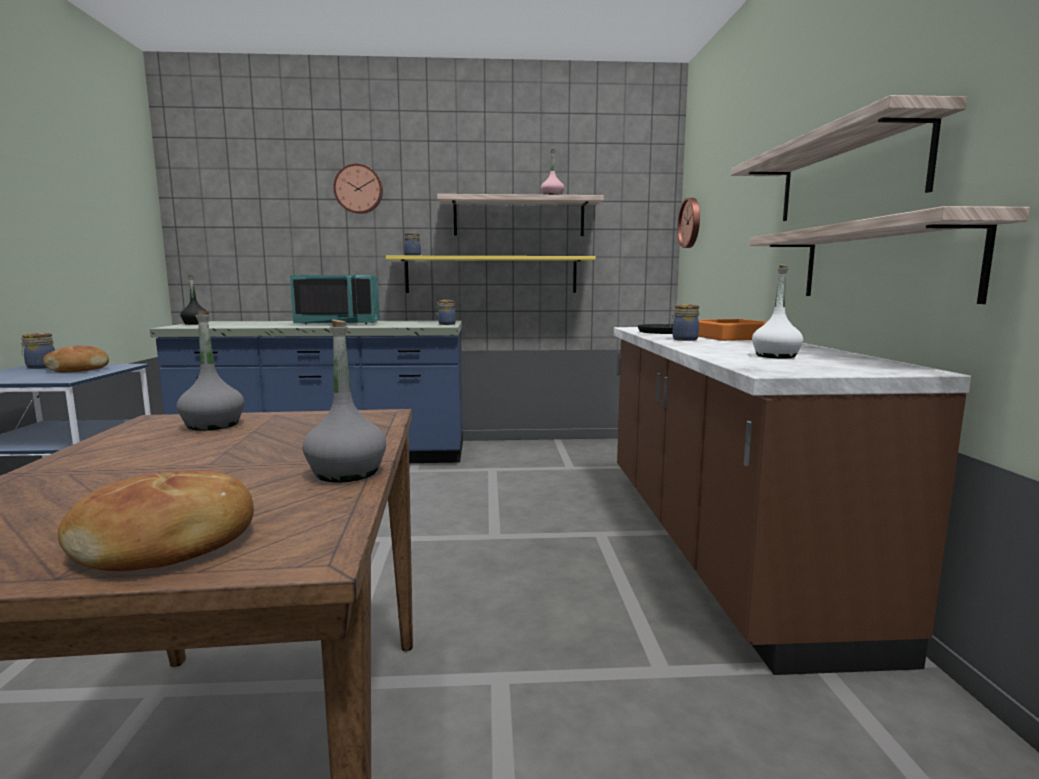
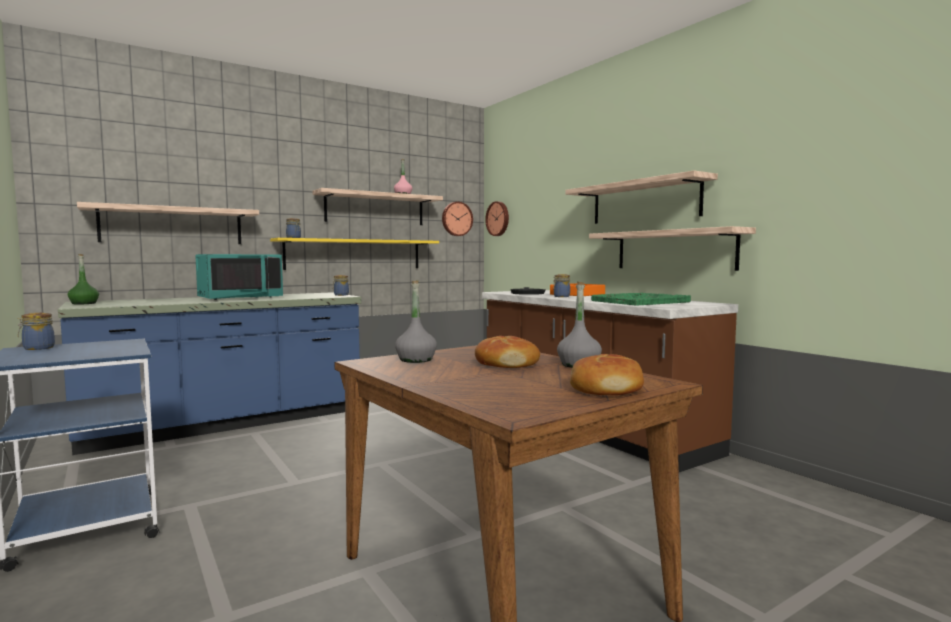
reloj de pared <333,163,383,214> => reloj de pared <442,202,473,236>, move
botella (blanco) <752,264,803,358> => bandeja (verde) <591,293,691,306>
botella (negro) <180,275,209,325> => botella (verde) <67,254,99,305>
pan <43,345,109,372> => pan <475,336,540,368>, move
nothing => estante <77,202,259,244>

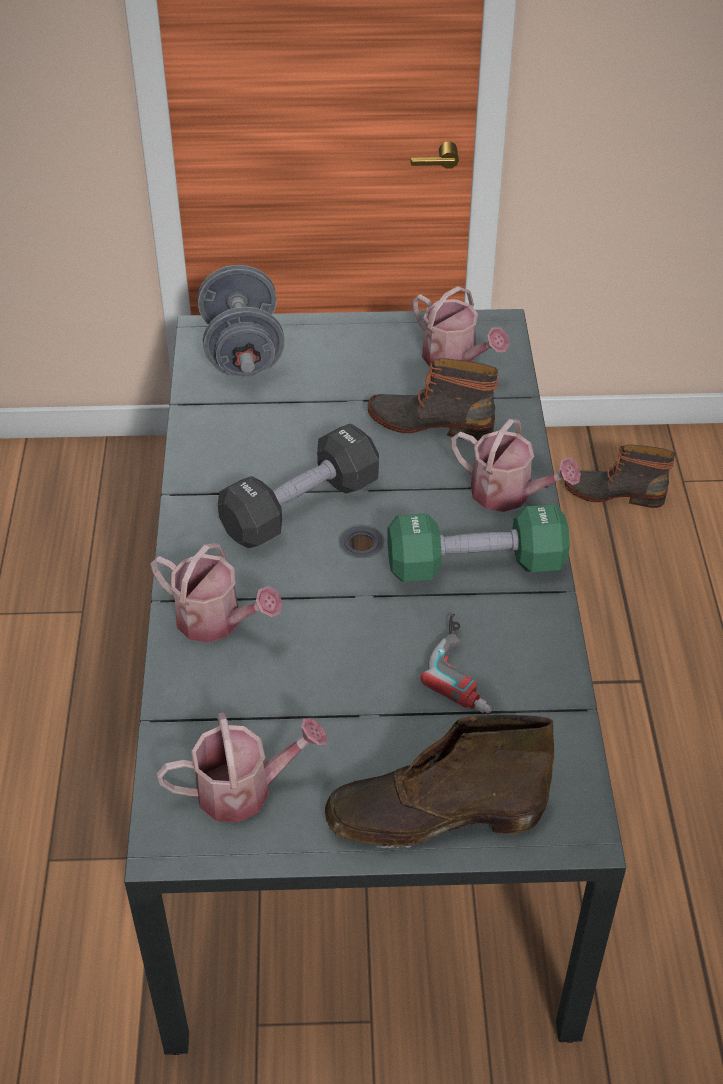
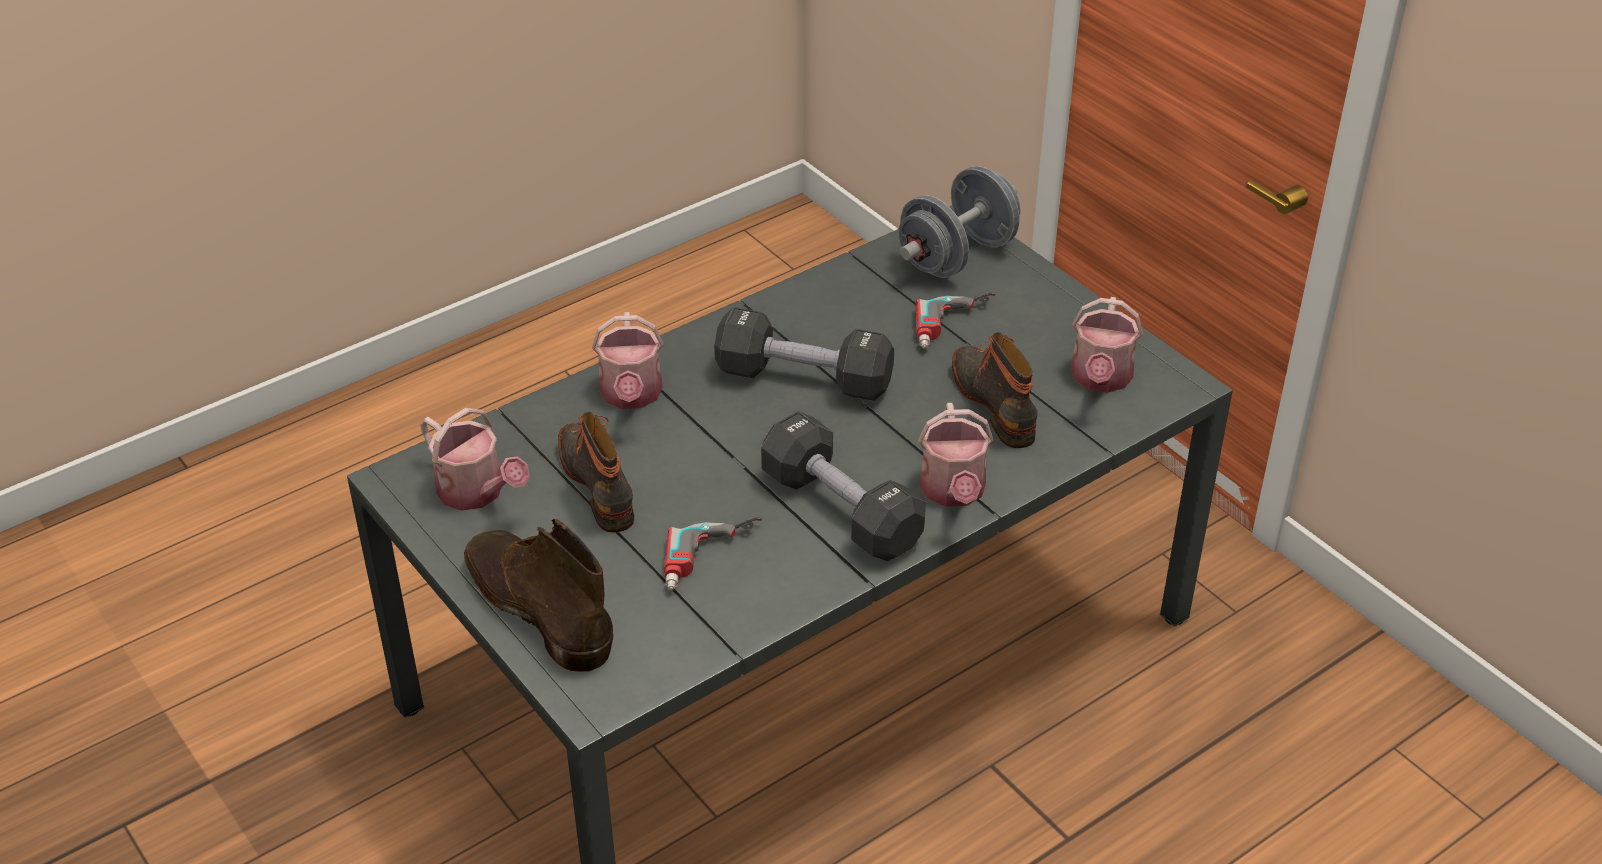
bota <565,444,675,508> => bota <558,412,634,533>, move
mancuerna (verde) <387,504,570,582> => mancuerna (negro) <761,411,926,561>
nothing => taladro <916,293,996,349>

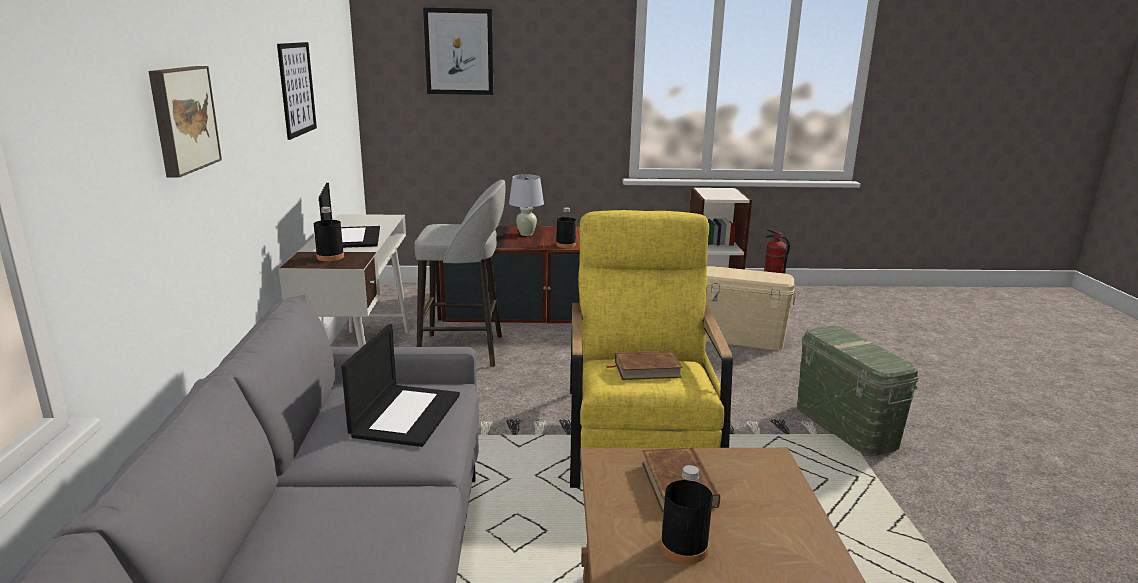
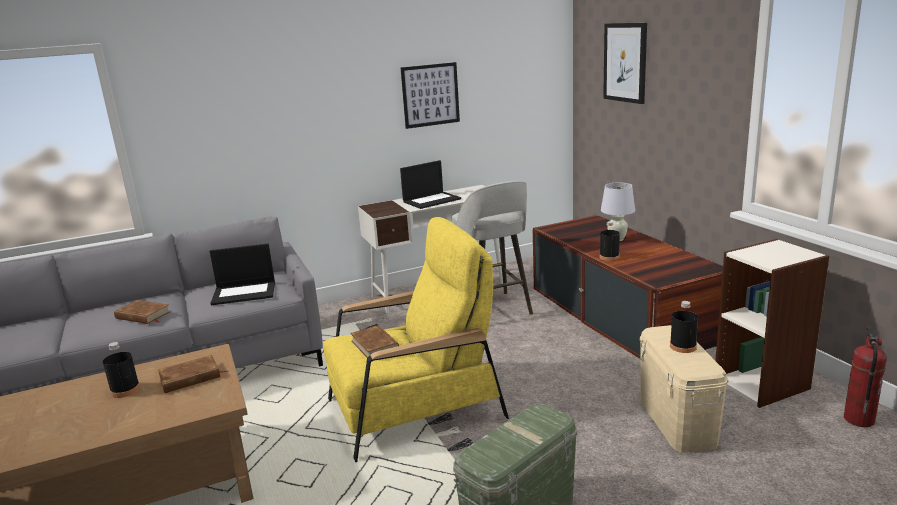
cuadro <148,66,222,178> => nothing
botella (negro) <314,207,344,261> => botella (negro) <670,301,698,353>, move
nothing => libro (marrón) <114,300,170,324>

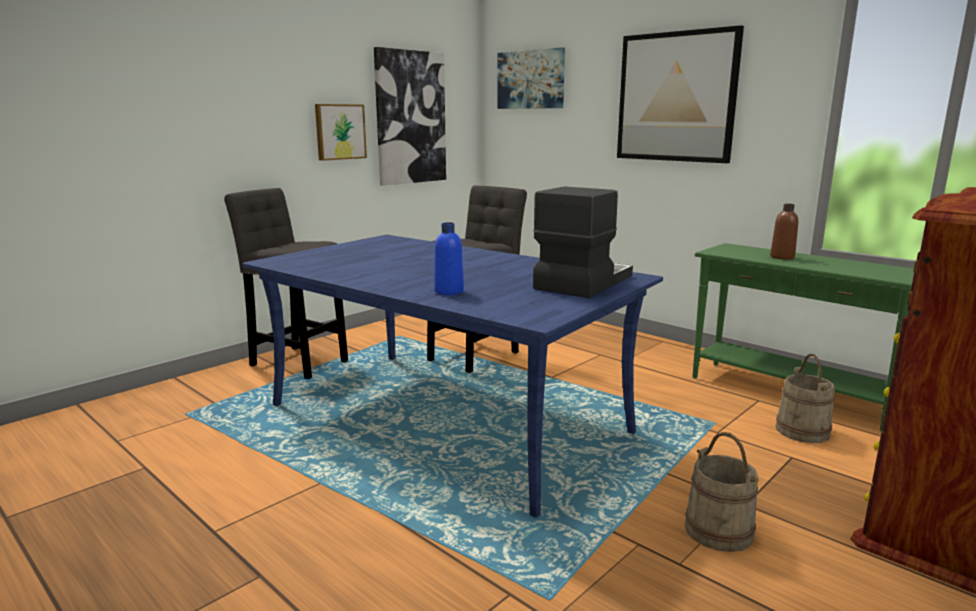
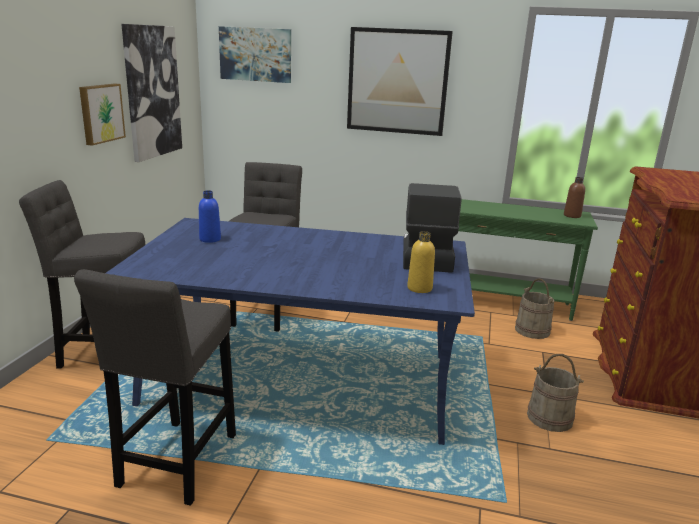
botella (marrón) <770,204,798,260> => botella (marrón) <564,177,585,218>, move
botella (azul) <434,222,464,295> => botella (azul) <199,190,221,243>, move
nothing => botella (amarillo) <407,231,435,293>
nothing => taburete (gris) <74,269,236,506>

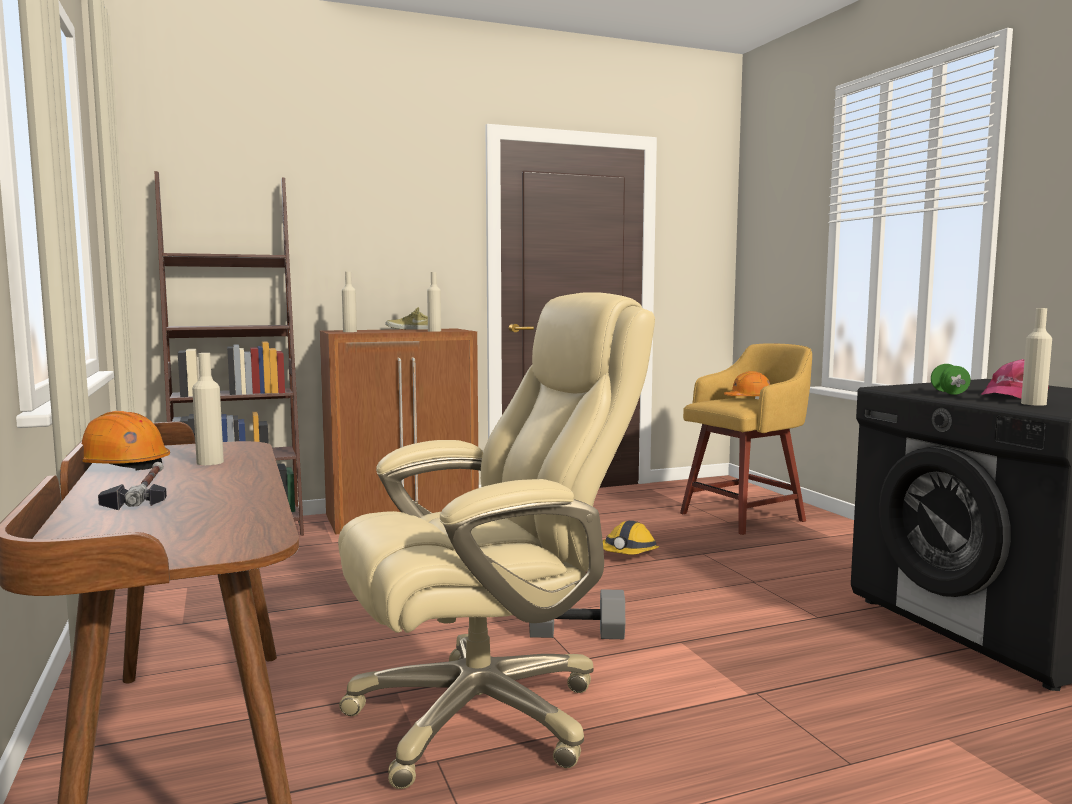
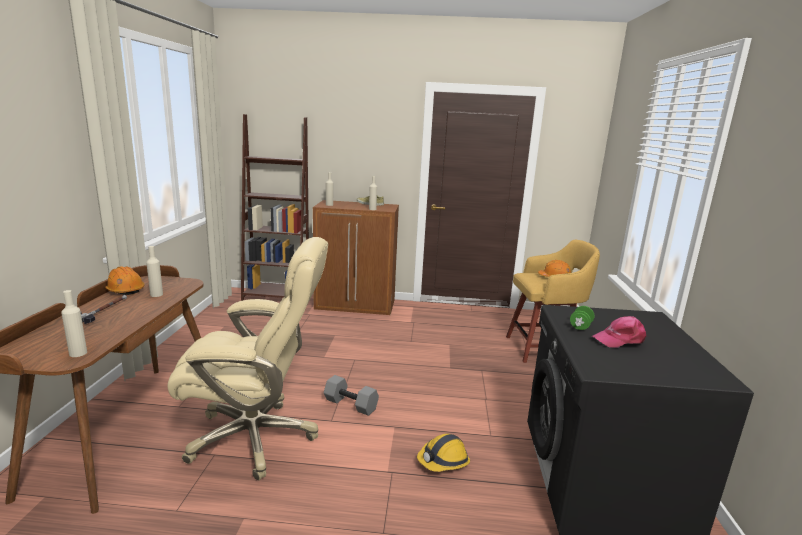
botella (beis) <1021,308,1052,406> => botella (beis) <61,290,87,357>, move
casco <603,521,659,554> => casco <417,433,470,472>, move

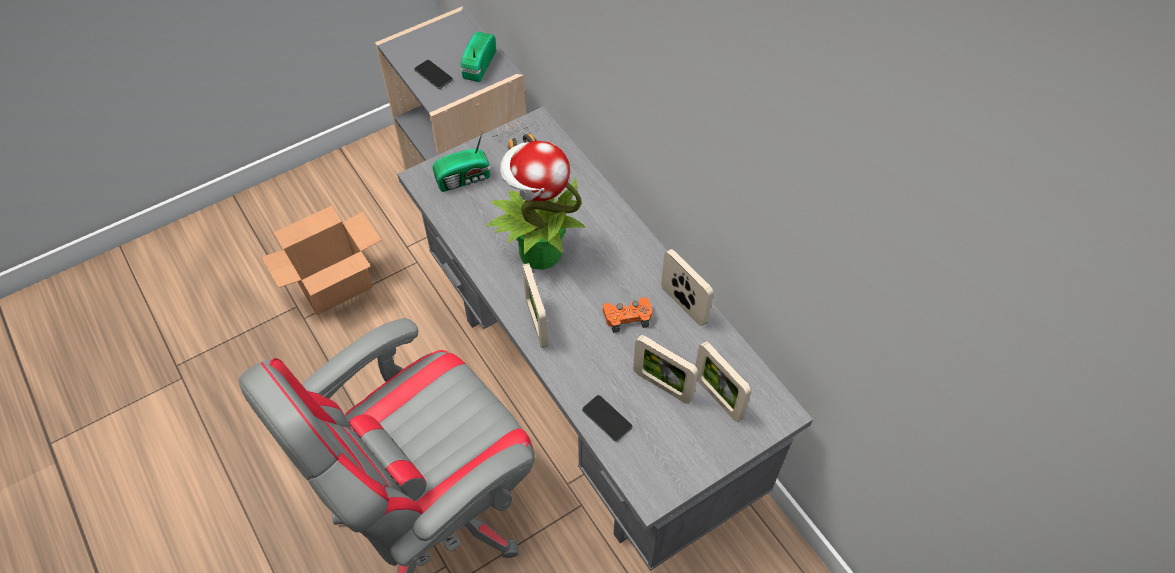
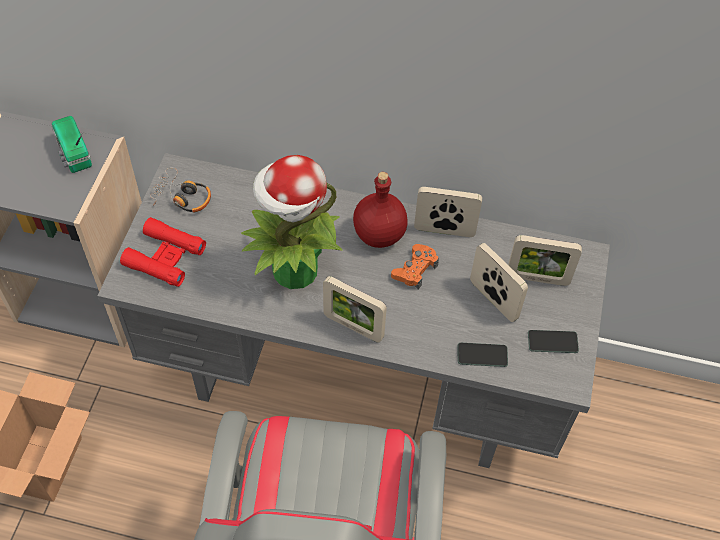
móvil <414,60,453,89> => móvil <528,330,579,353>, move
radio <433,127,491,192> => prismáticos (rojo) <120,217,206,287>
portarretratos <633,335,698,404> => portarretratos <470,243,528,322>, 120 degrees counterclockwise
nothing => botella (rojo) <353,172,408,248>

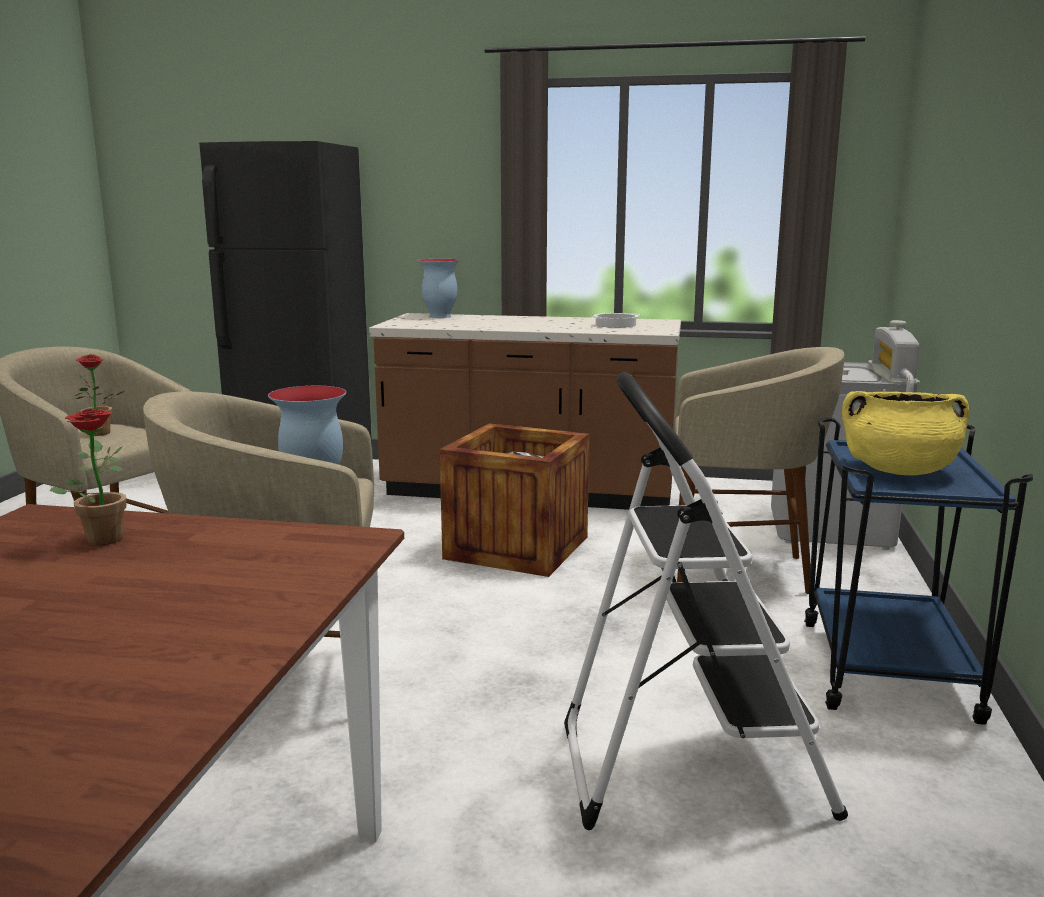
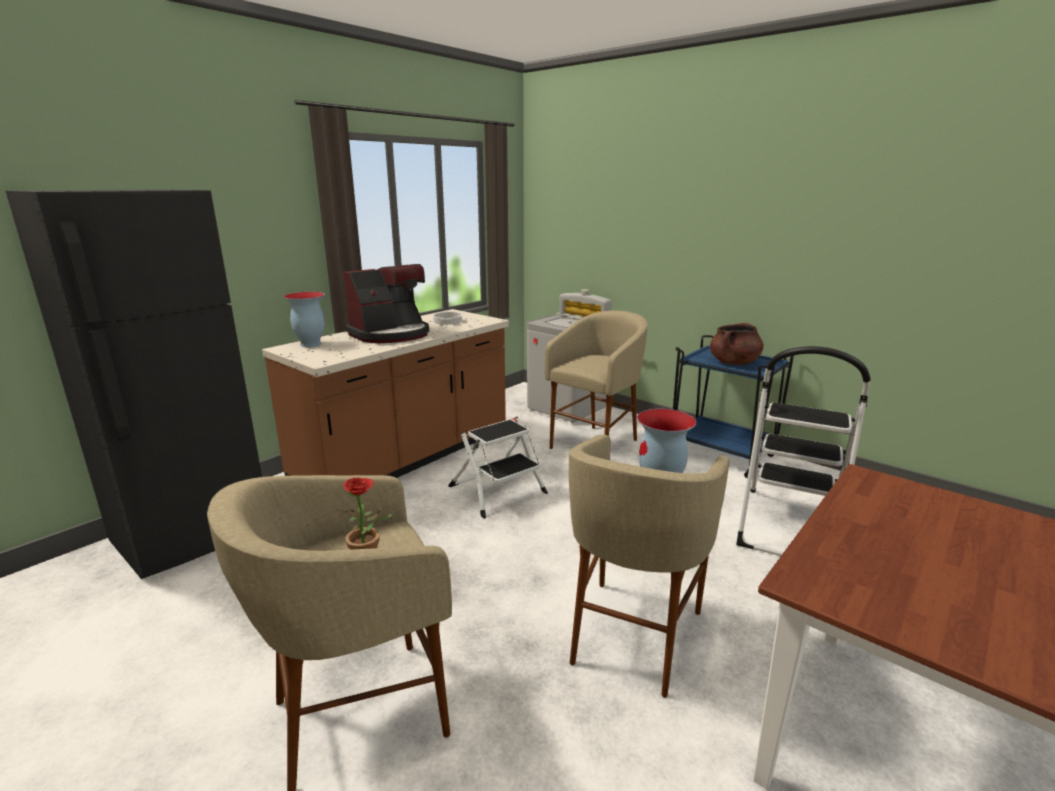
olla (amarillo) <842,391,969,475> => olla (marrón) <710,323,763,365>
planta en maceta <50,409,127,546> => nothing
caja de embalaje <440,424,589,577> => escalera de tijera <448,416,548,519>
nothing => cafetera <343,264,429,343>

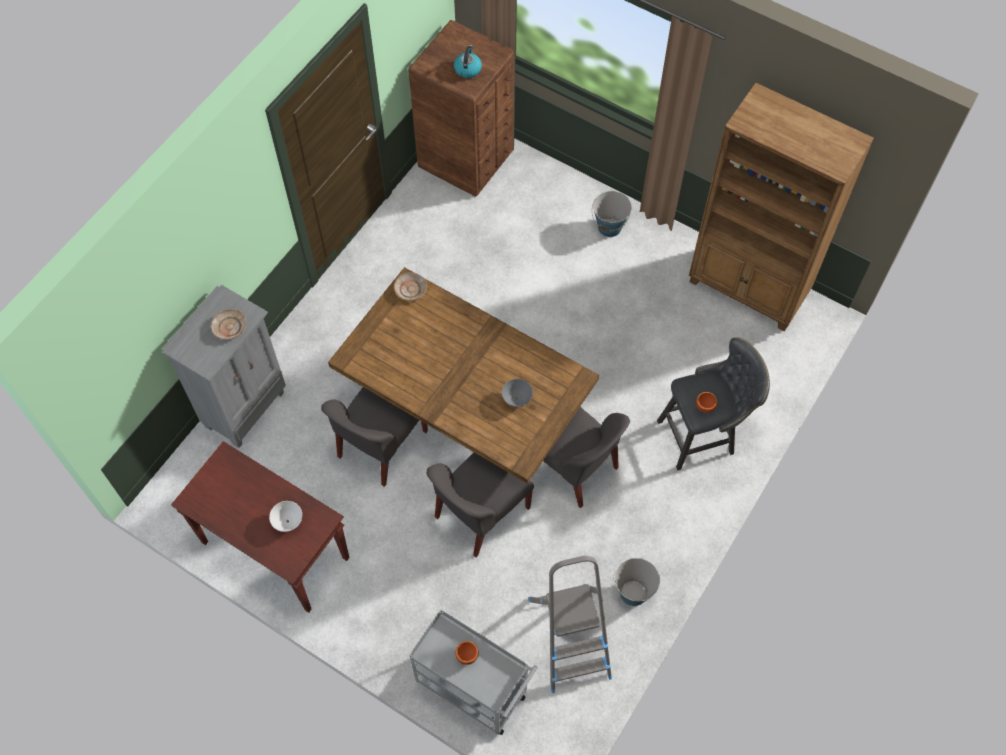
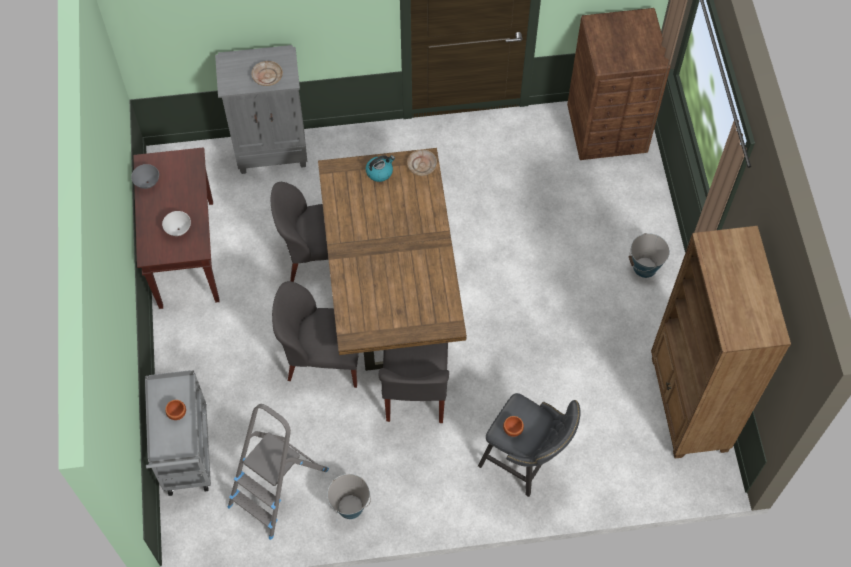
hervidor <454,45,482,78> => hervidor <366,155,395,182>, move
cuenco (gris) <502,379,533,407> => cuenco (gris) <131,164,159,189>, move

